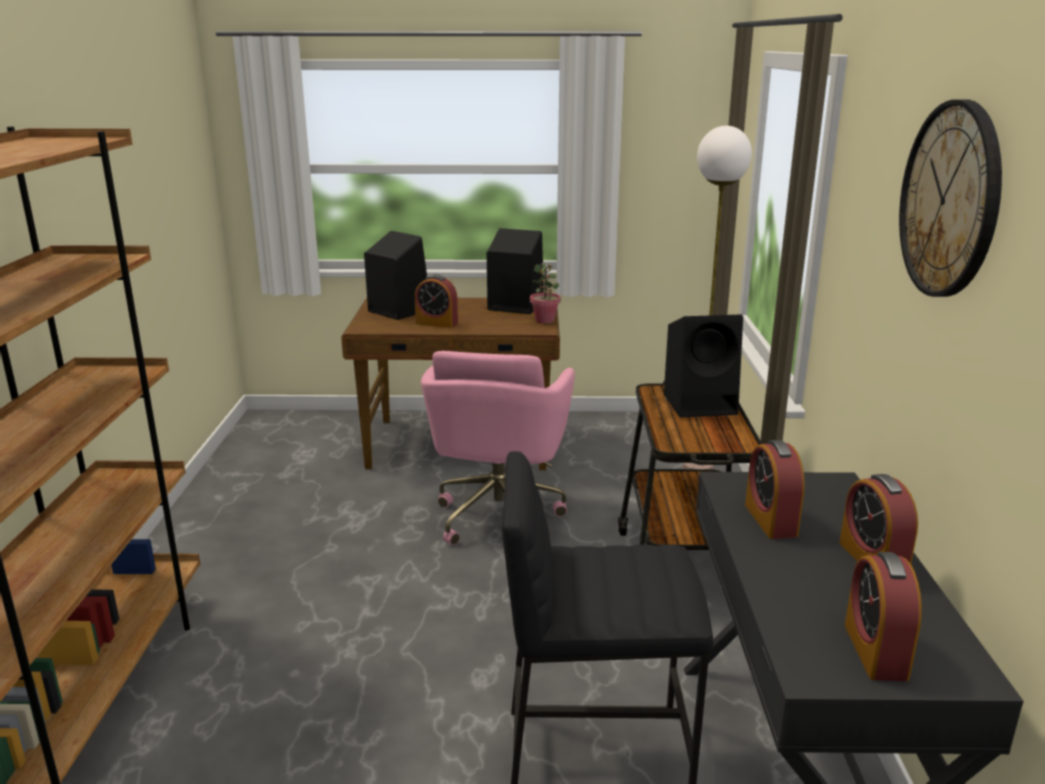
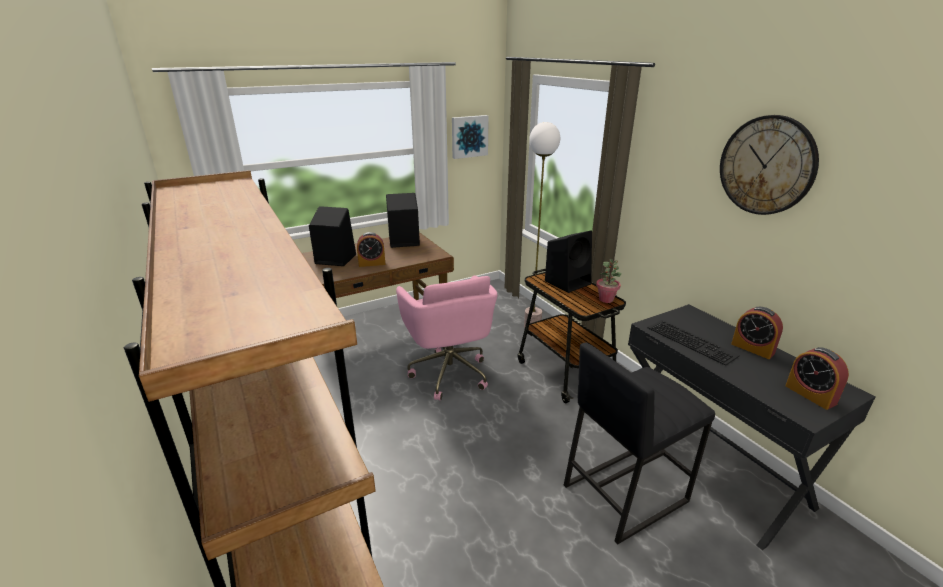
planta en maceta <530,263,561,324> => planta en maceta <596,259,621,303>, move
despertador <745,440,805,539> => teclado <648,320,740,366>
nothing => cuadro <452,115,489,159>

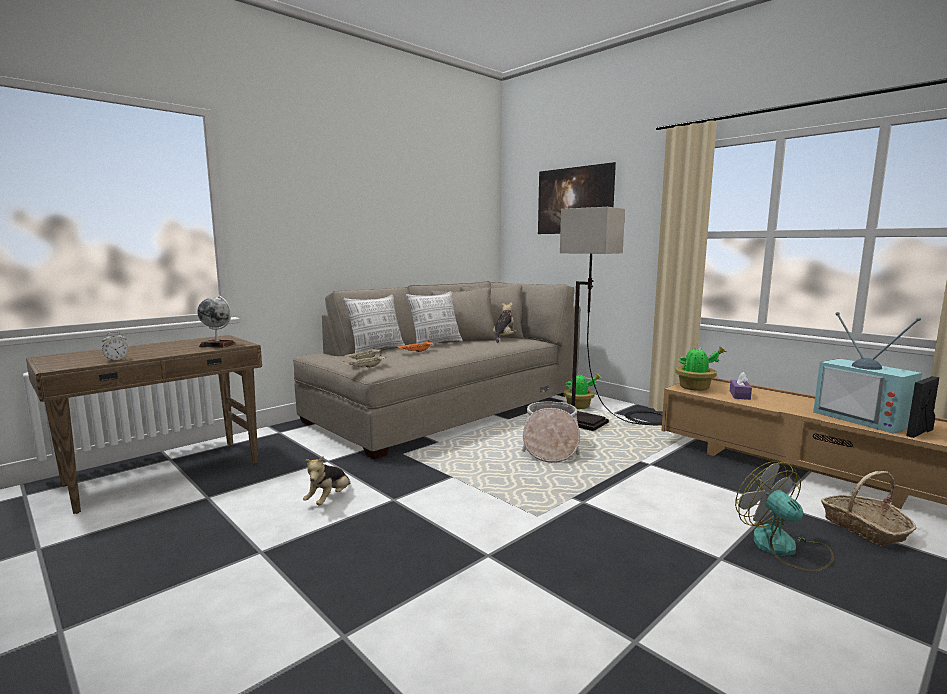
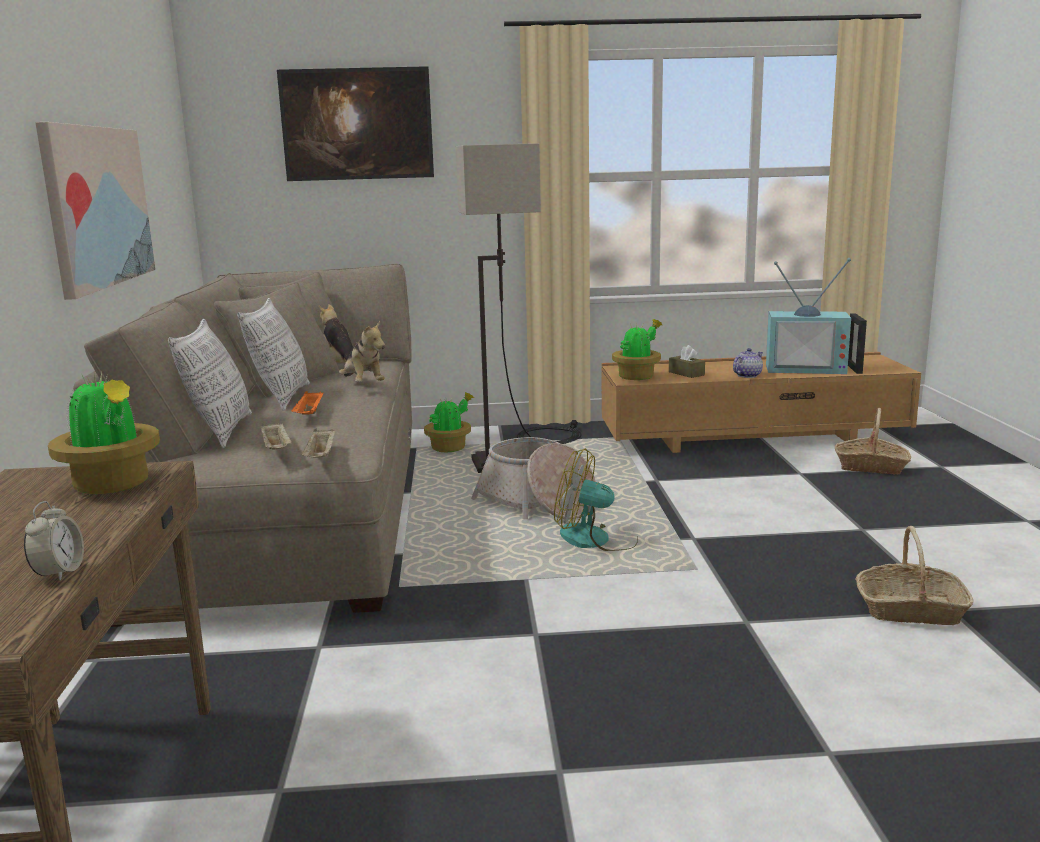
globo terráqueo <197,296,235,348> => planta en maceta <48,372,160,494>
caja de pañuelos (morado) <730,372,752,400> => caja de pañuelos (marrón) <669,345,705,378>
peluche <303,456,350,506> => peluche <339,321,385,382>, move
ventilador <735,461,834,572> => ventilador <554,448,638,551>, move
nothing => cuadro <35,122,156,300>
nothing => tetera <733,348,763,378>
nothing => cesta <855,526,974,625>

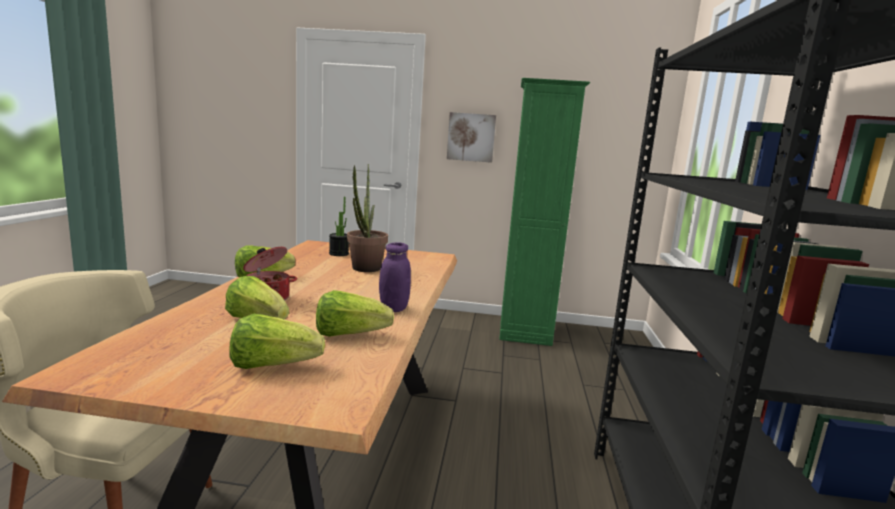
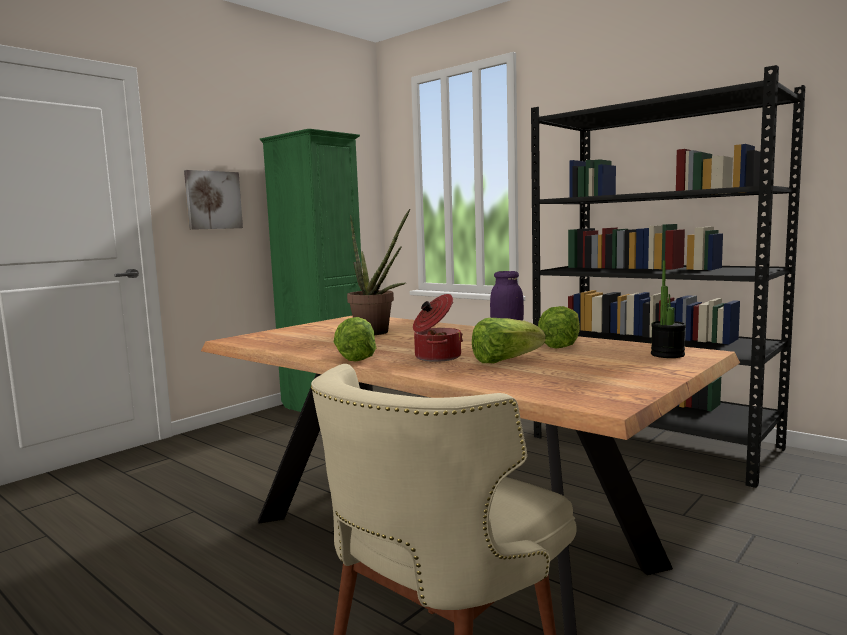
planta en maceta <329,197,349,256> => planta en maceta <651,260,686,358>, move
lechuga <229,314,325,369> => nothing

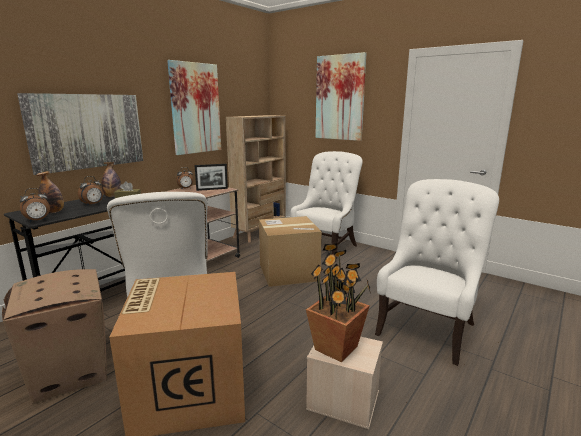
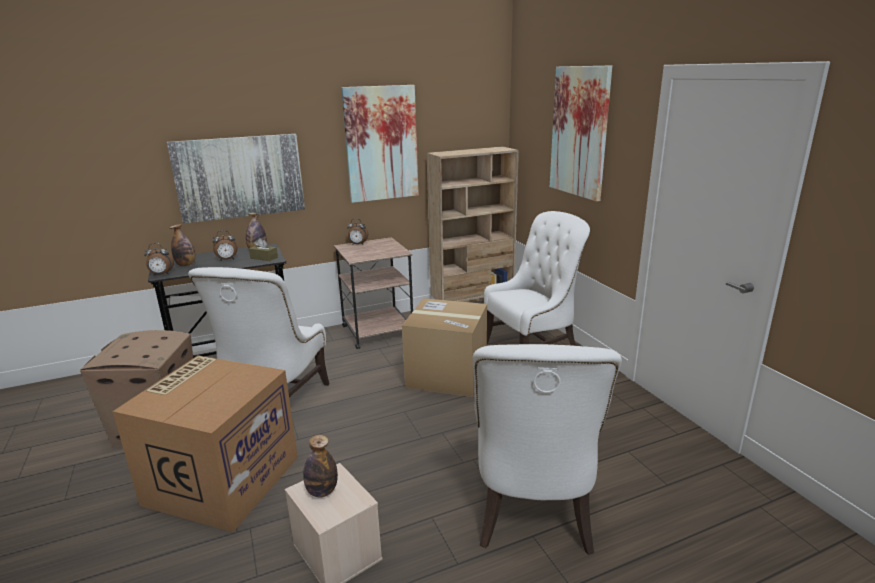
portarretratos <195,164,228,191> => nothing
silla (blanco) <375,179,499,366> => silla (blanco) <473,344,622,555>, 120 degrees clockwise
planta en maceta <306,244,371,362> => botella <303,435,338,498>

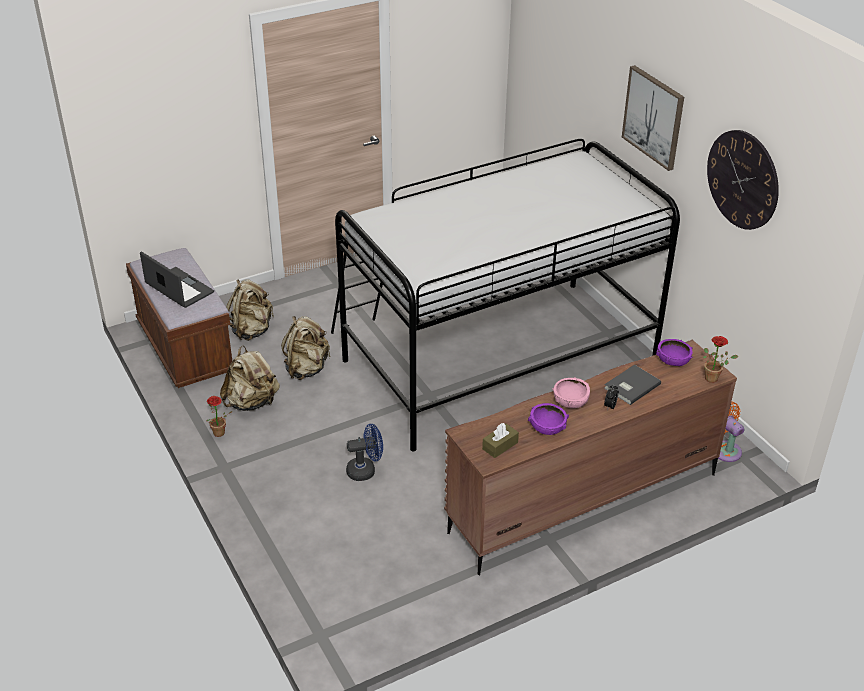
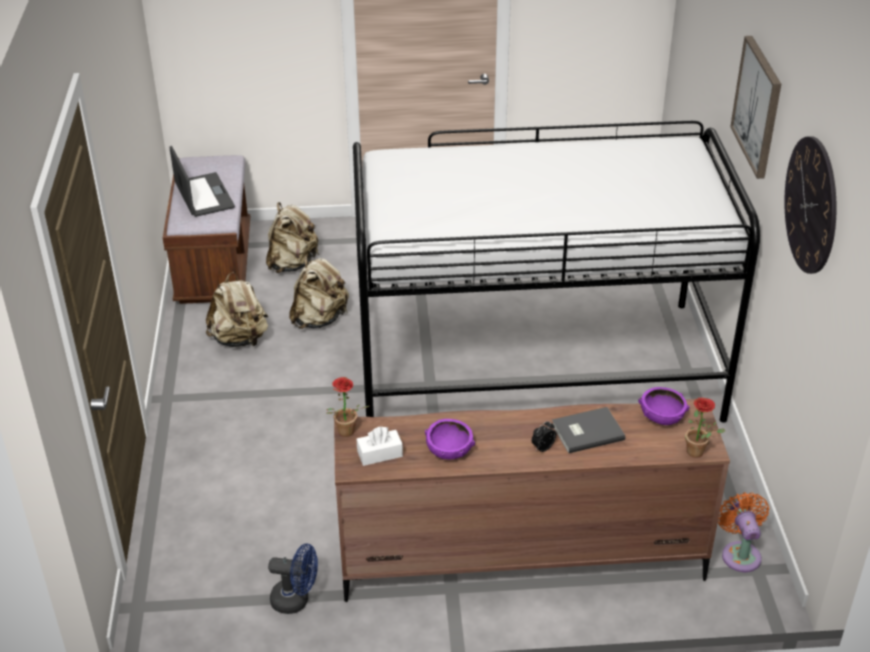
cuenco (rosa) <552,377,590,408> => nothing
planta en maceta <206,396,233,437> => planta en maceta <326,377,369,437>, move
caja de pañuelos (marrón) <482,423,519,458> => caja de pañuelos (blanco) <357,426,403,466>
ventilador (azul) <346,424,383,481> => ventilador (azul) <268,544,318,614>, move

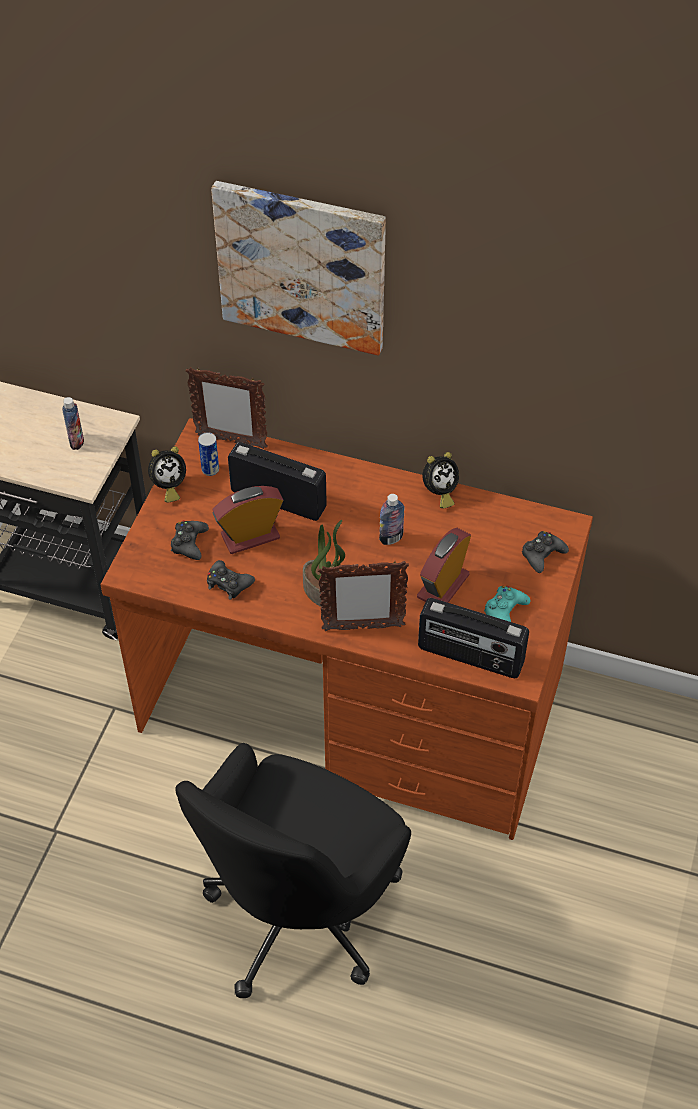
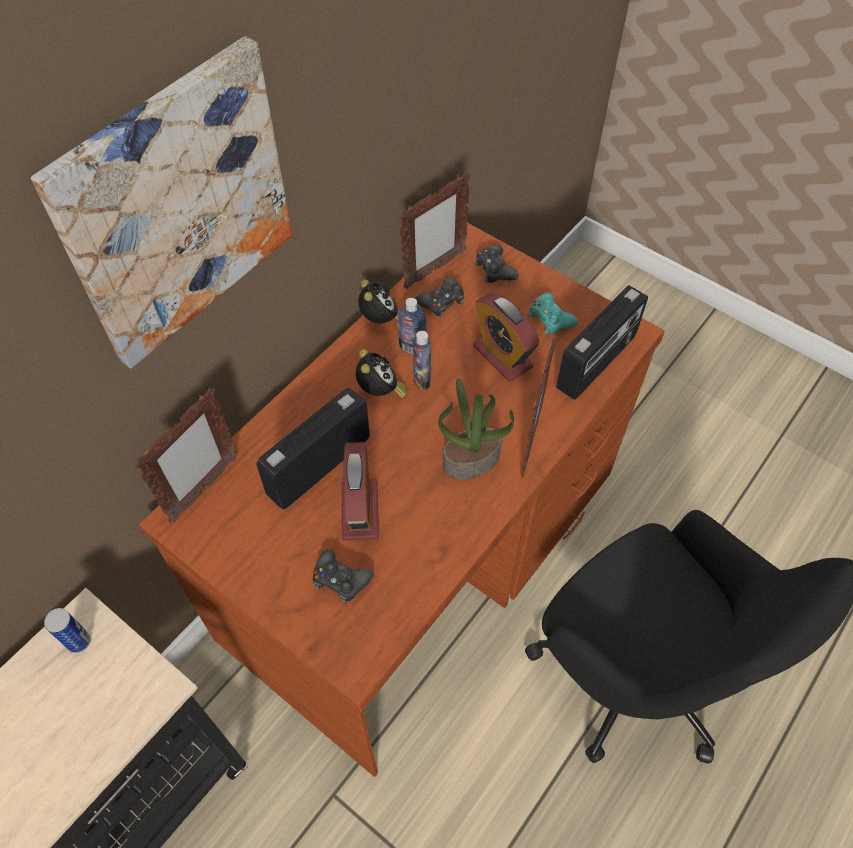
botella <62,397,84,450> => botella <397,298,427,354>, move
lata <198,432,219,476> => lata <44,608,91,653>, move
despertador <148,446,186,503> => despertador <356,349,407,398>, move
mando de consola (negro) <207,560,255,600> => mando de consola (negro) <415,277,464,317>, move
nothing => portarretratos <399,172,471,289>

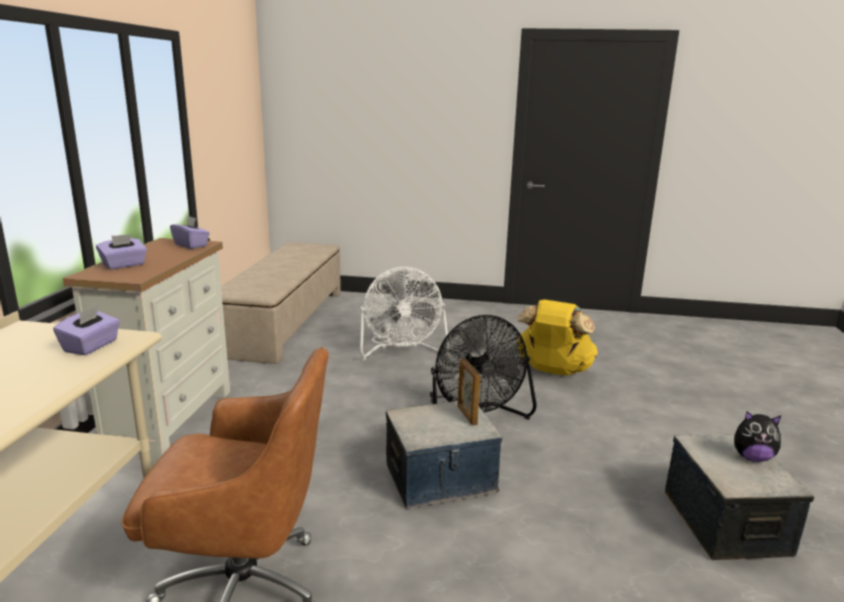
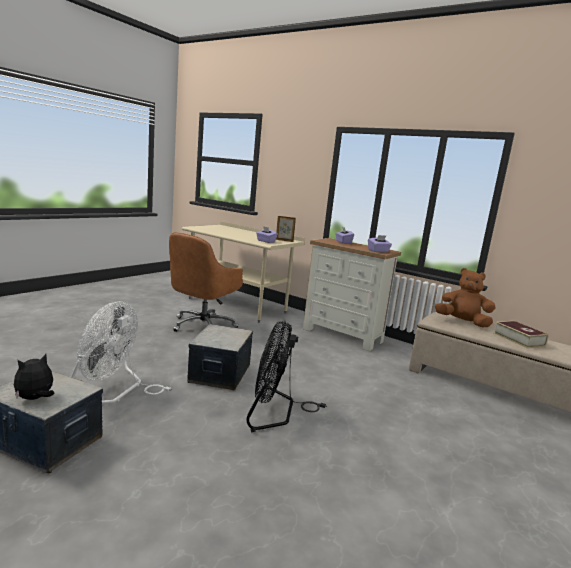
ventilador (blanco) <360,267,449,361> => ventilador (blanco) <71,301,171,404>, move
mochila (amarillo) <516,299,598,376> => nothing
portarretratos <457,358,481,425> => portarretratos <276,216,296,242>, move
nothing => peluche (marrón) <435,268,496,327>
nothing => libro <493,321,549,348>

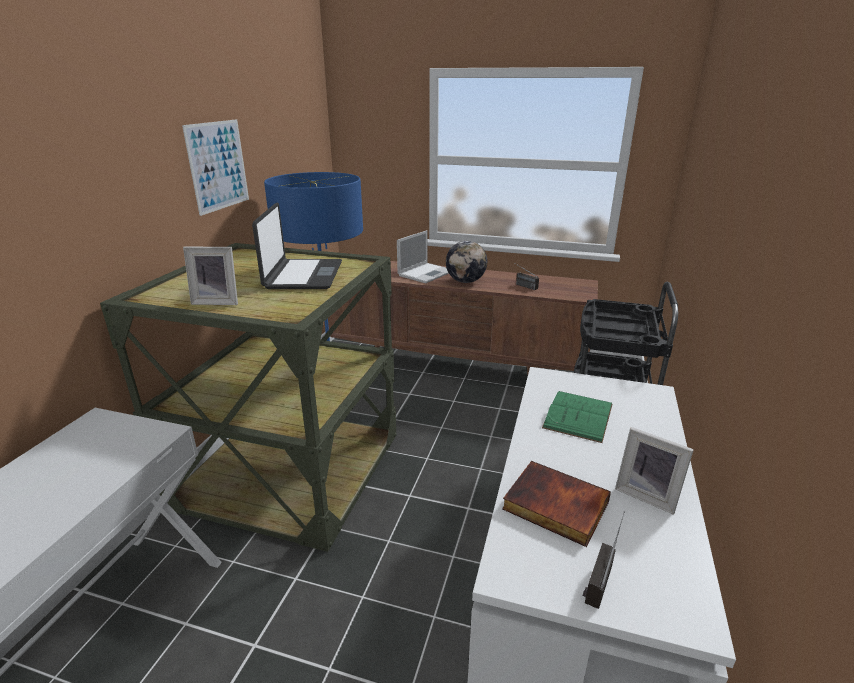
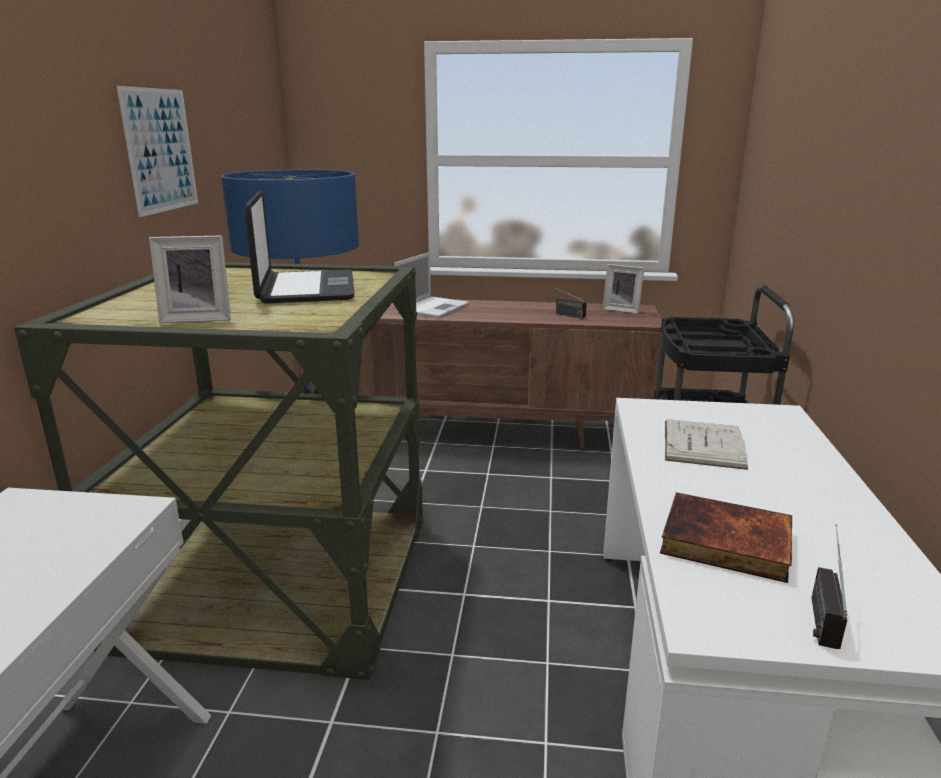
globo terráqueo <446,241,487,283> => nothing
libro (verde) <542,391,613,443> => libro (blanco) <665,419,748,470>
portarretratos <615,427,694,515> => portarretratos <602,264,644,314>, move

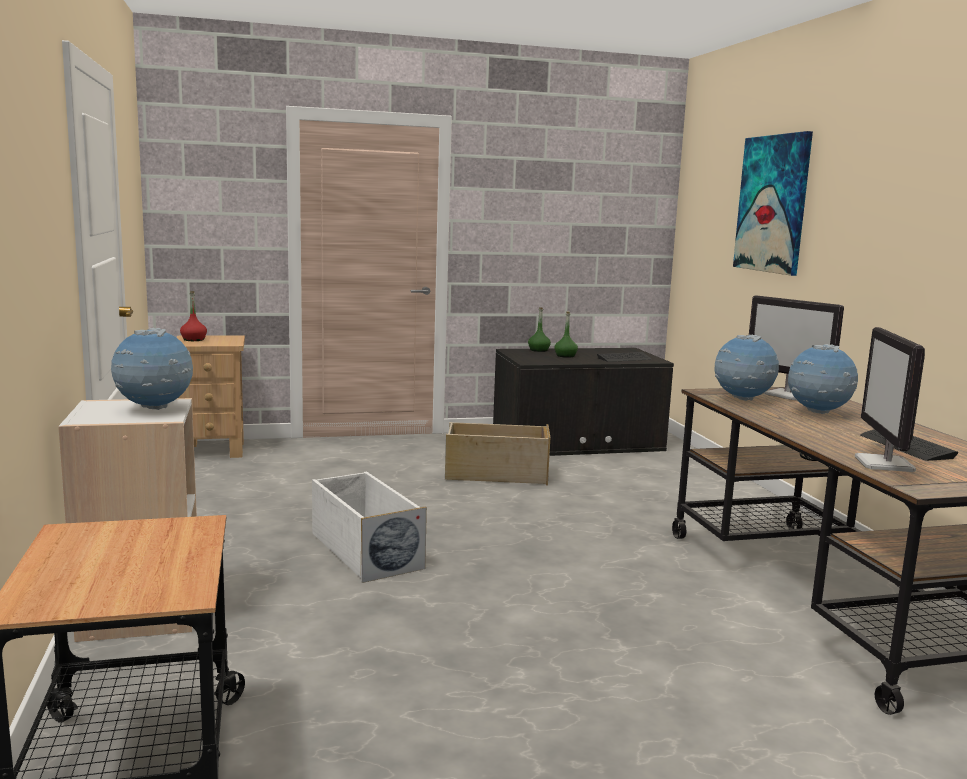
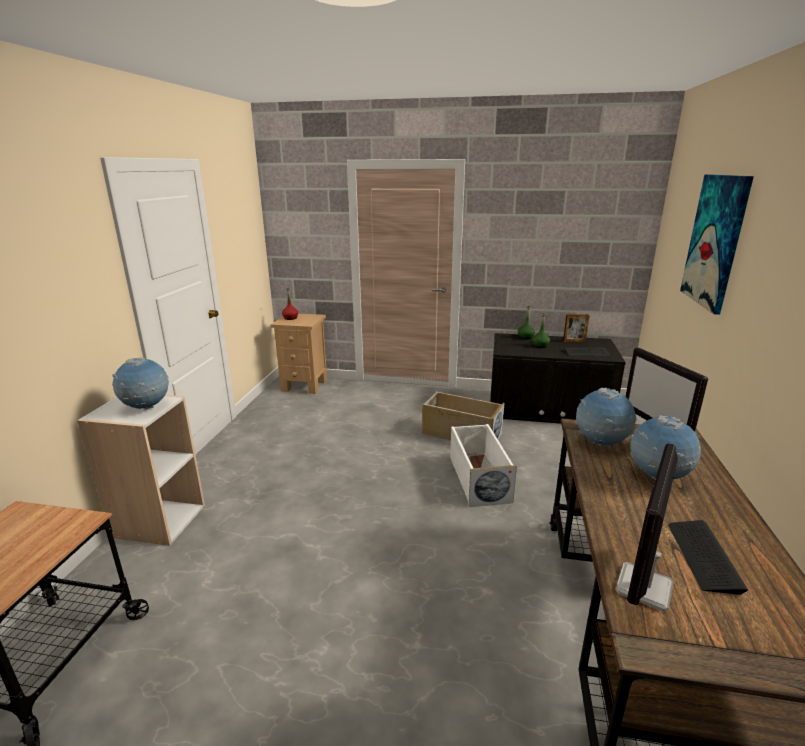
caja de almacenaje (blanco) <312,472,427,583> => caja de almacenaje (blanco) <450,424,517,507>, move
nothing => portarretratos <563,314,590,342>

